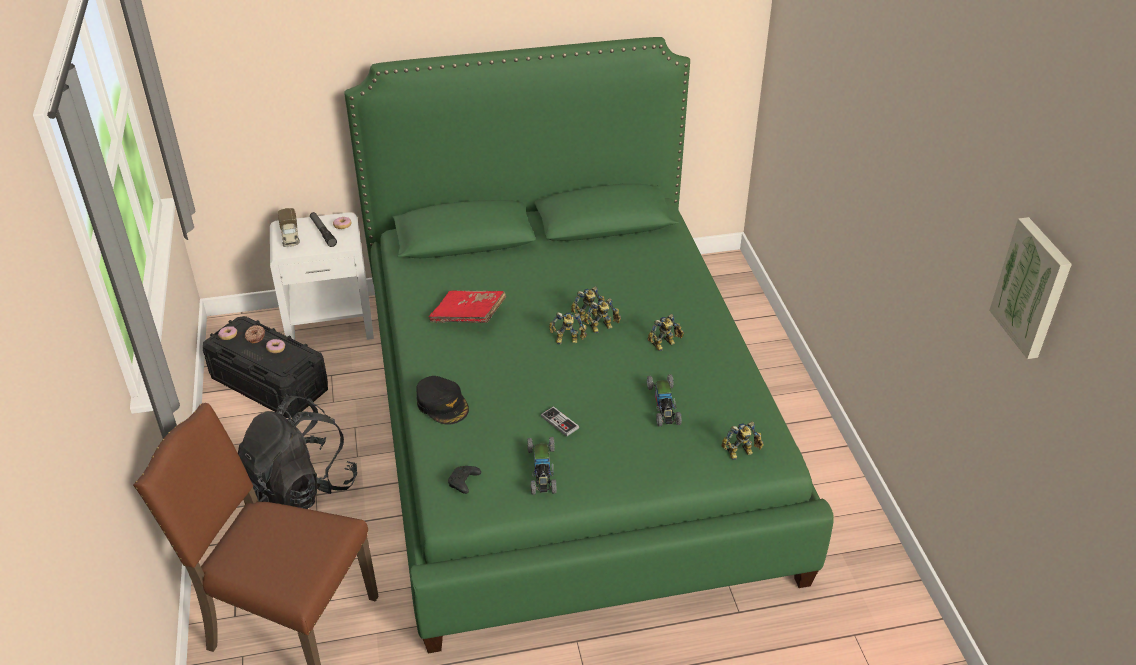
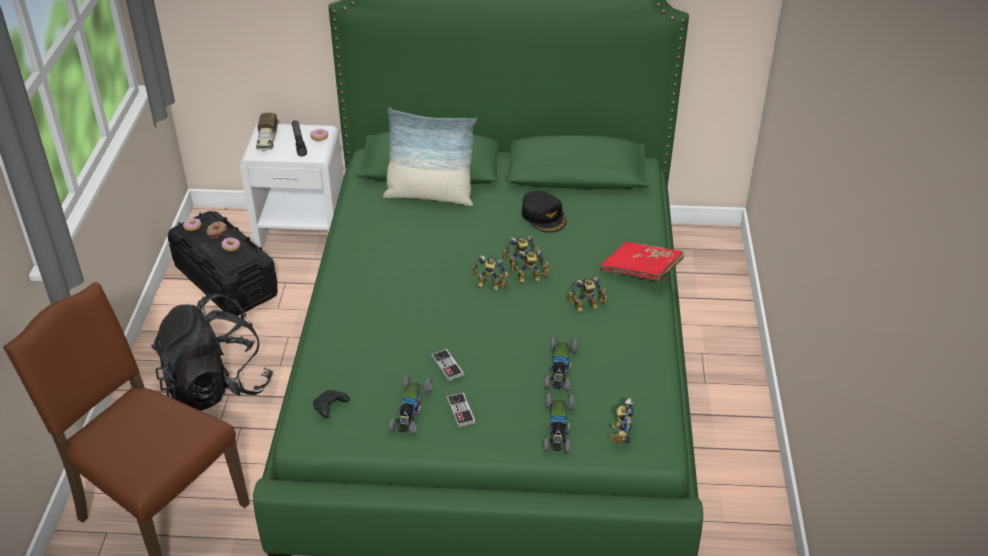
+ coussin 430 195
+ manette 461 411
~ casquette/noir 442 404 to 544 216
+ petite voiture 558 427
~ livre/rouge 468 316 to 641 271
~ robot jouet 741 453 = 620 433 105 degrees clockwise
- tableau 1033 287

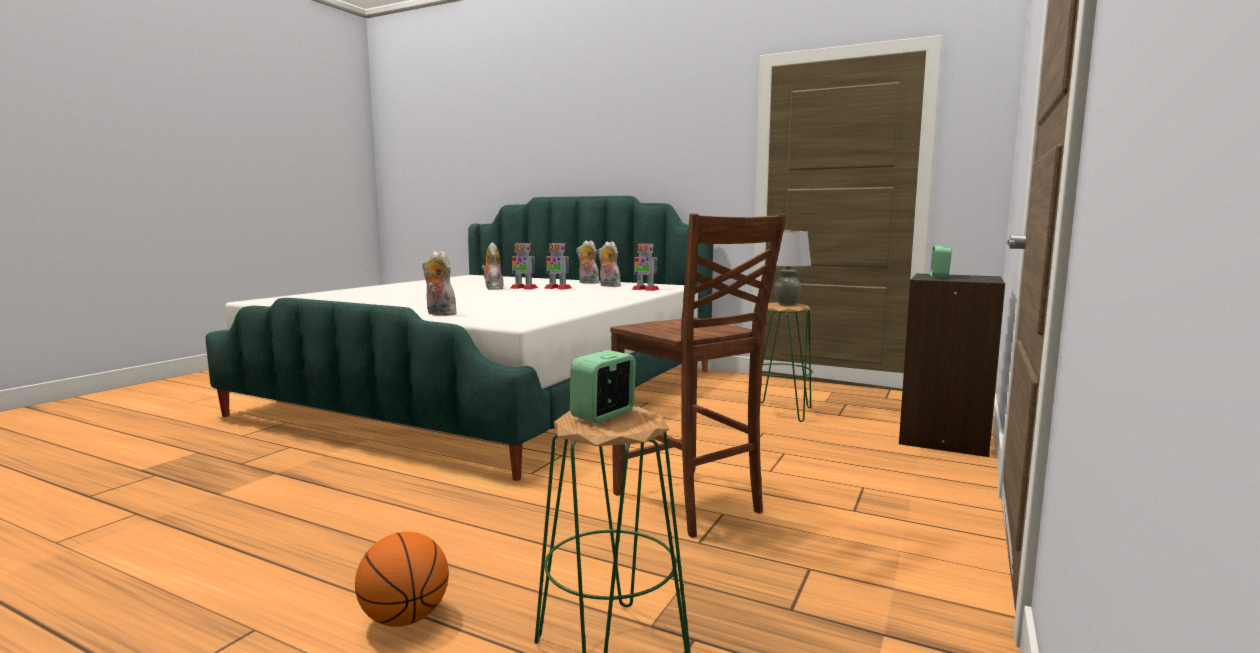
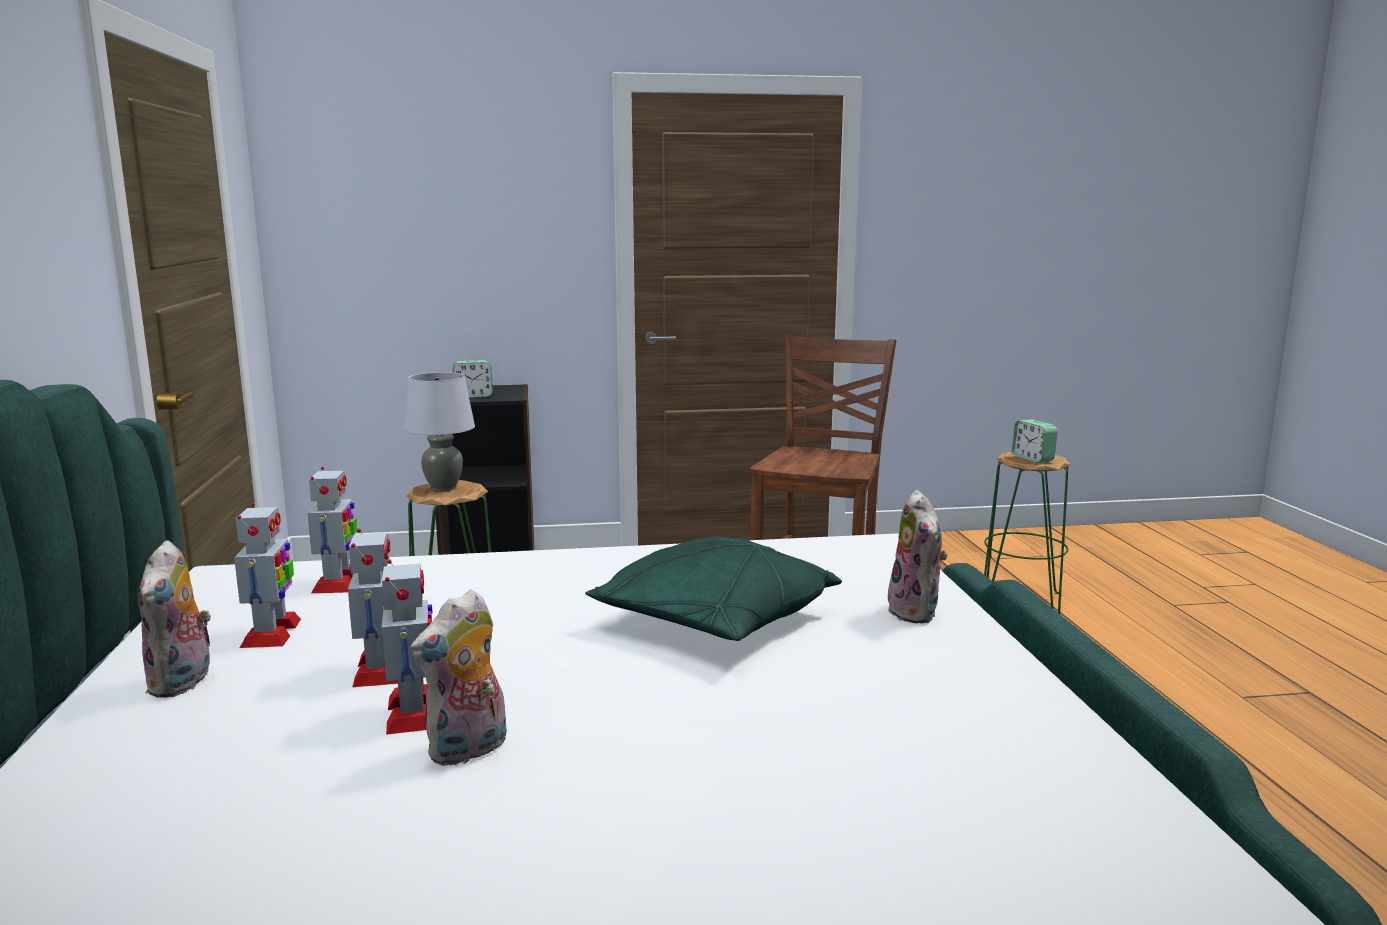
~ peluche 608 286 to robot jouet 271 633
+ coussin/vert 714 621
~ réveil 603 415 = 1032 459 60 degrees clockwise
- ballon de basket 405 618

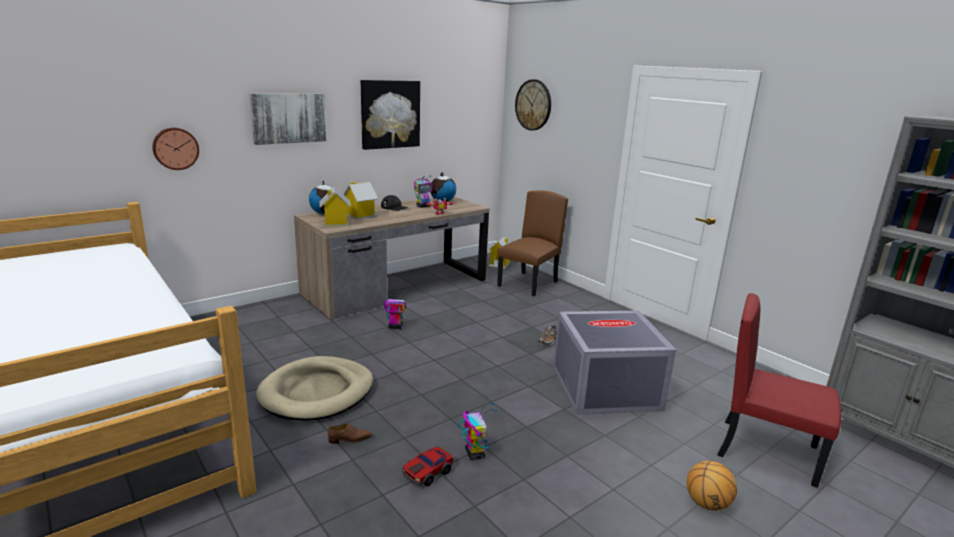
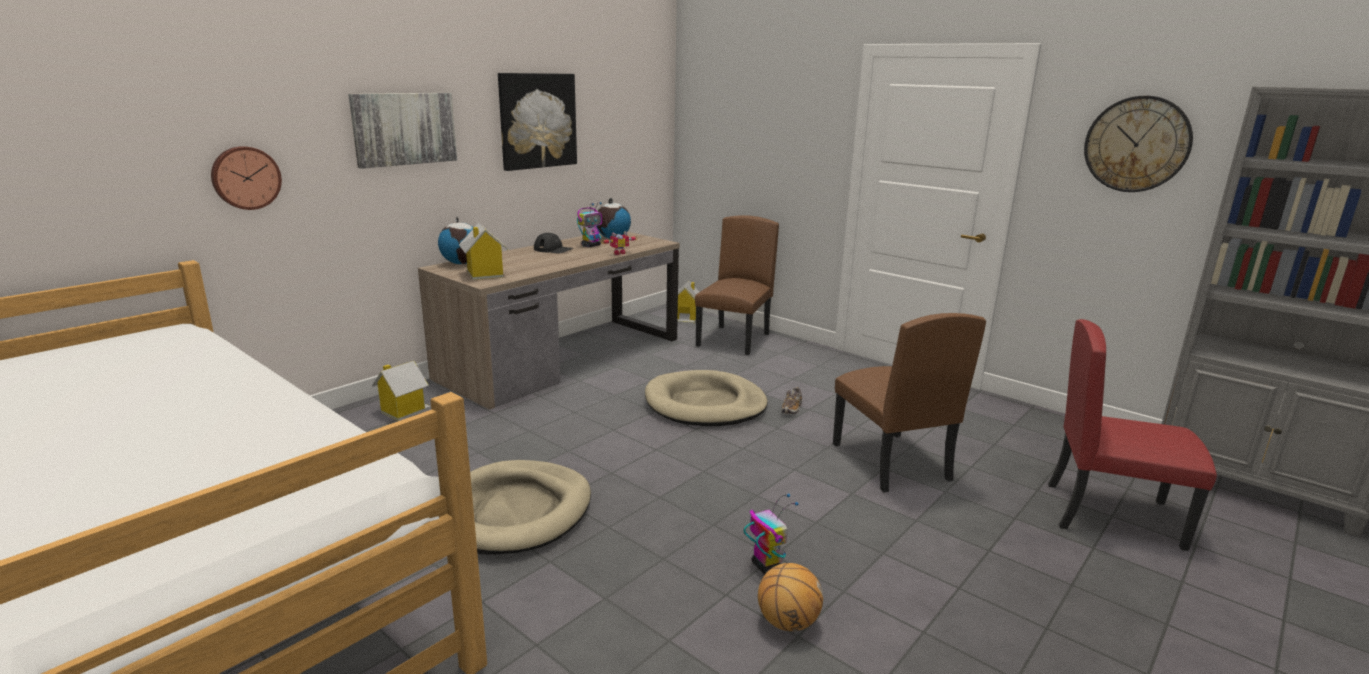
~ maison miniature 361 215 to 403 411
+ panier pour chien/beige 705 404
~ ballon de basket 706 503 to 787 622
~ boîte de rangement/gris 604 388 to chaise/marron 889 462
~ horloge murale 533 105 to 1136 144
- chaussure/marron 350 439
- robot jouet 395 327
- petite voiture 428 472

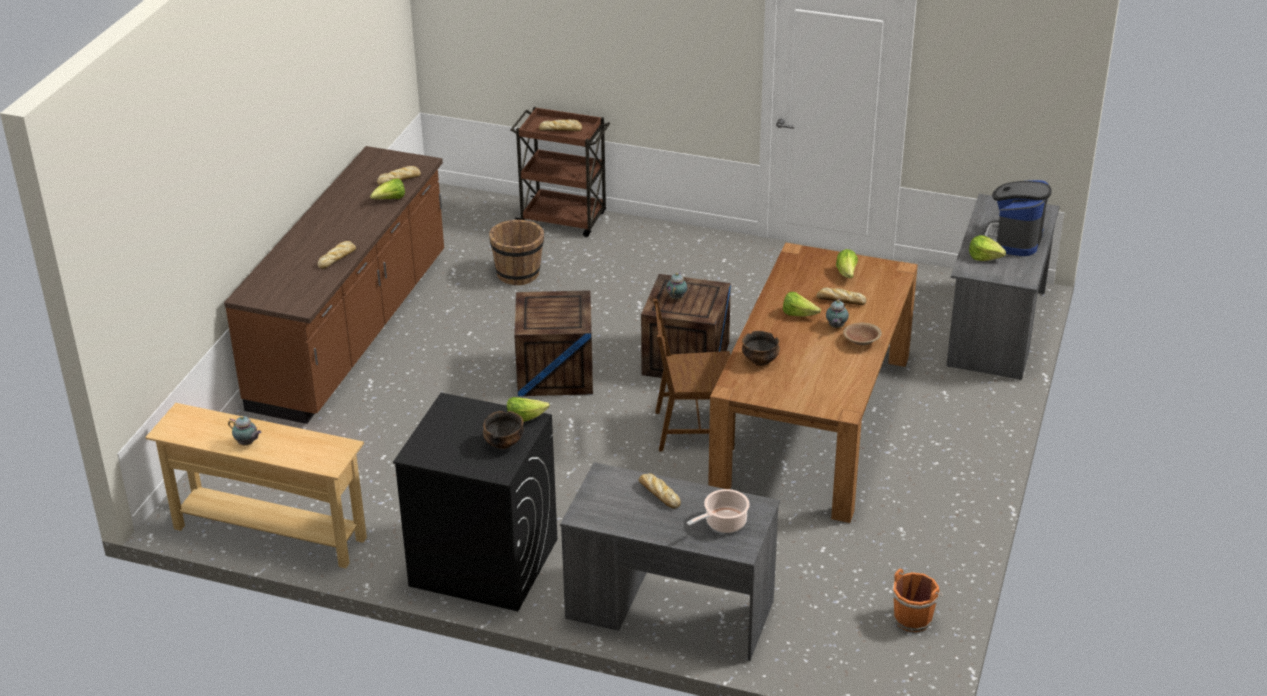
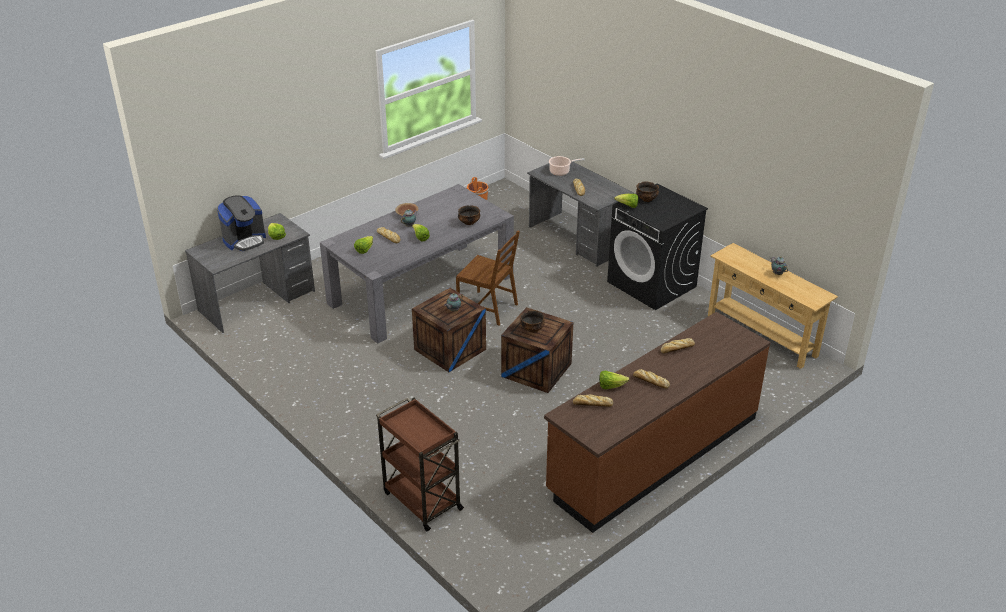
~ table à manger/marron 813 422 to table à manger/gris 421 290
+ bol 532 329
~ pain 561 129 to 650 381
- seau/marron 518 274

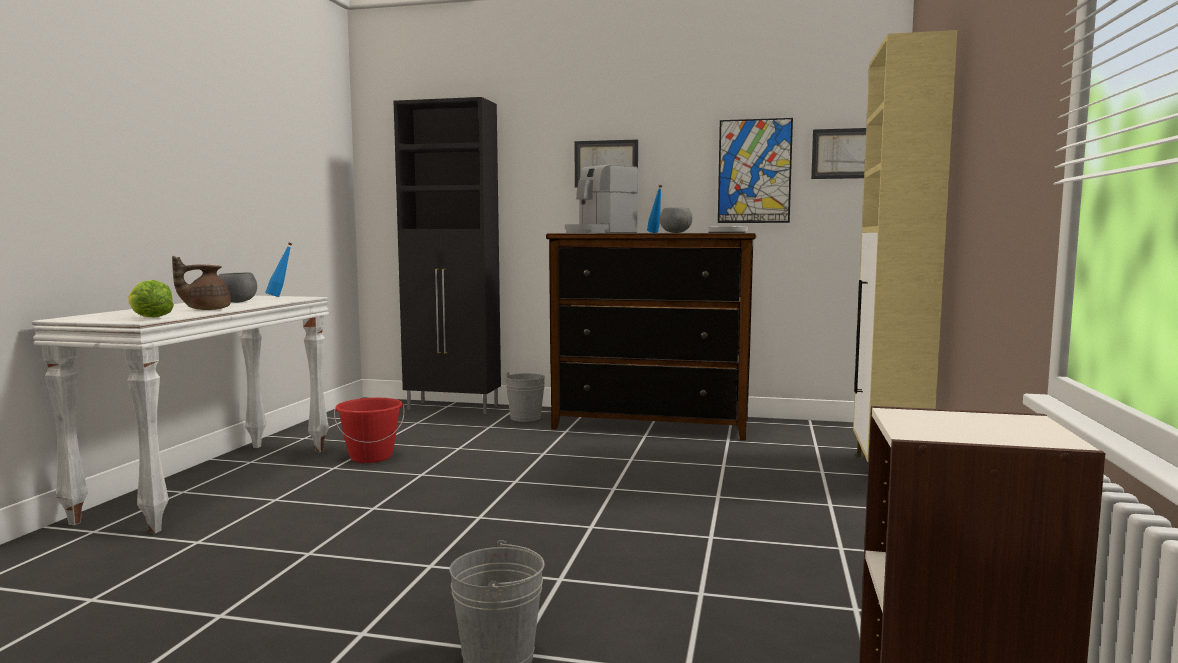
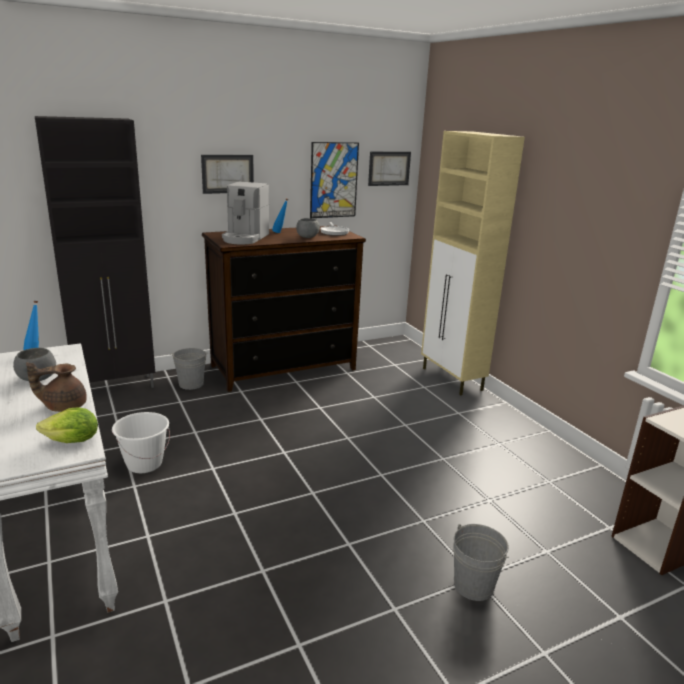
~ théière/marron 206 309 = 64 406 60 degrees clockwise
~ seau/rouge 371 457 to seau/blanc 144 464

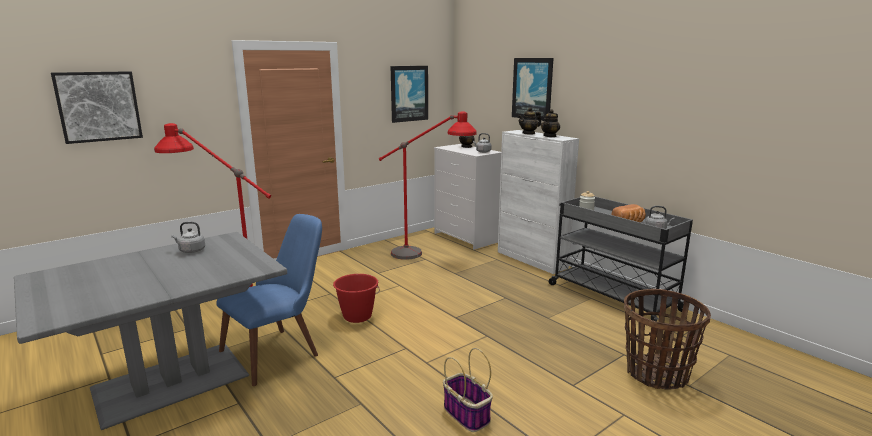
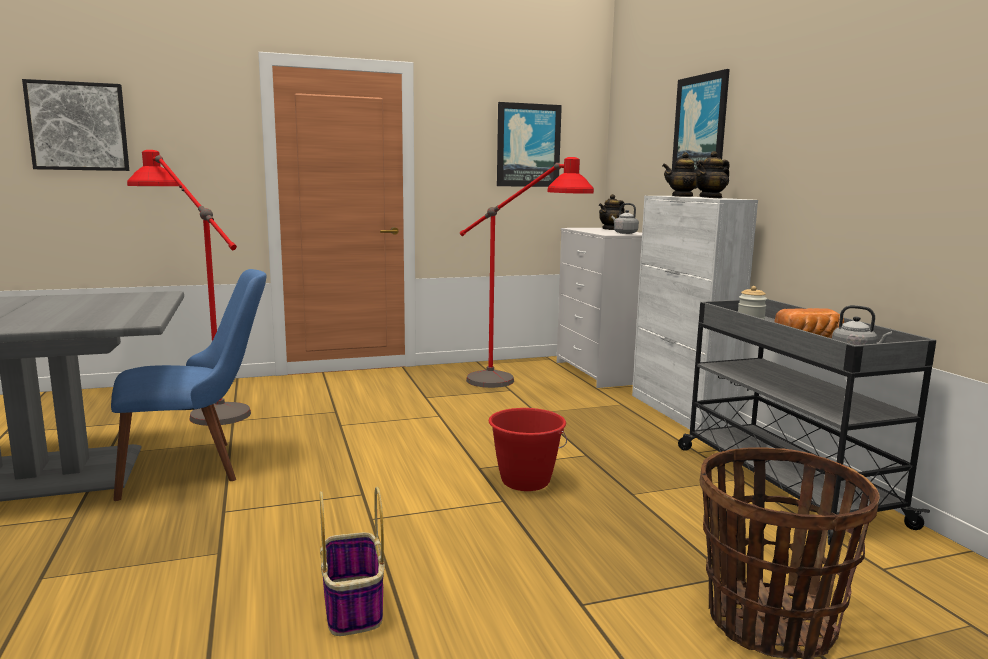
~ seau/rouge 357 316 to 525 481
- bouilloire/gris 191 250

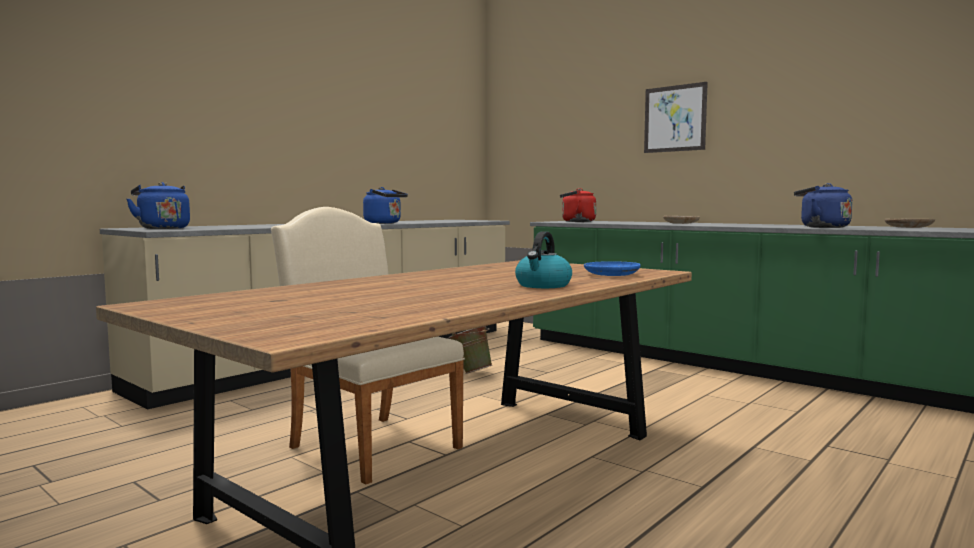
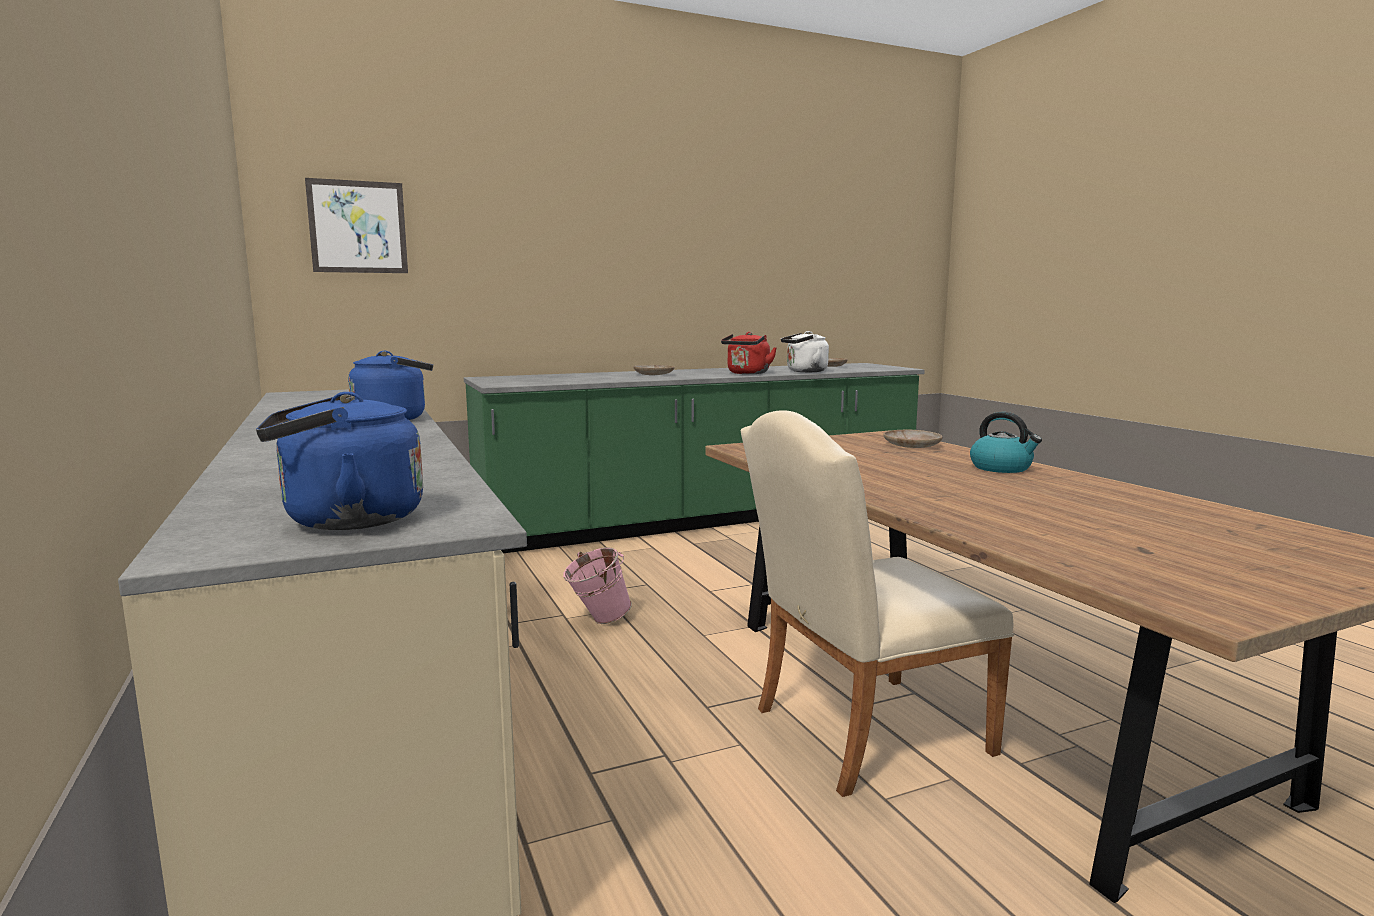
~ tableau 675 118 to 358 227
~ seau/vert 470 373 to seau/rose 597 621
~ bouilloire/rouge 576 222 to 747 373
~ bouilloire/bleu 821 227 to bouilloire/blanc 804 371
~ assiette/bleu 612 275 to assiette/beige 912 445

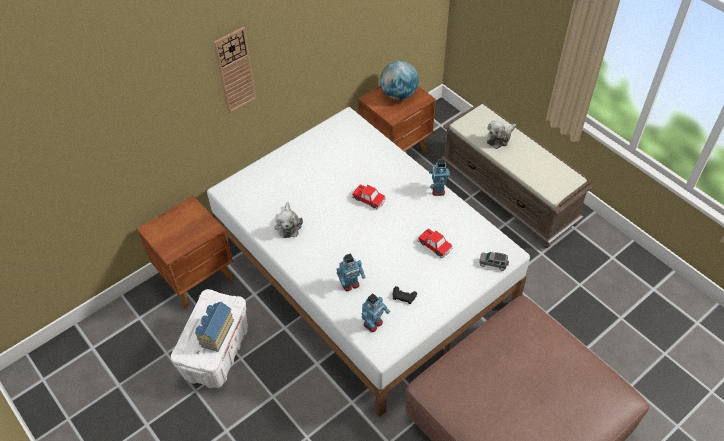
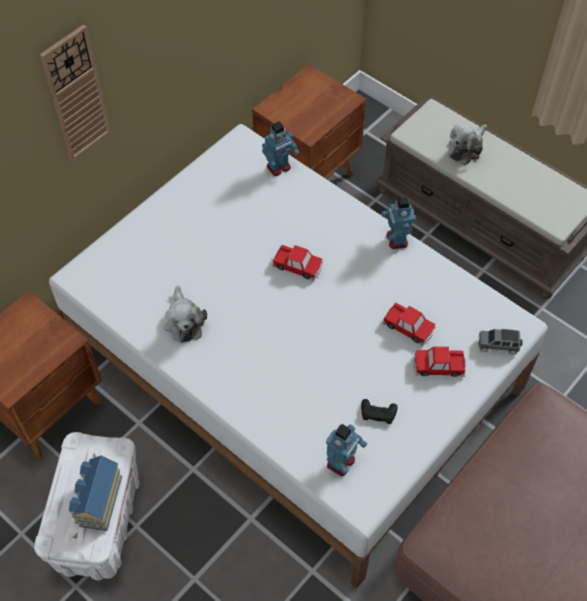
~ robot jouet 350 284 to 279 167
+ petite voiture 438 366
- globe 398 94

